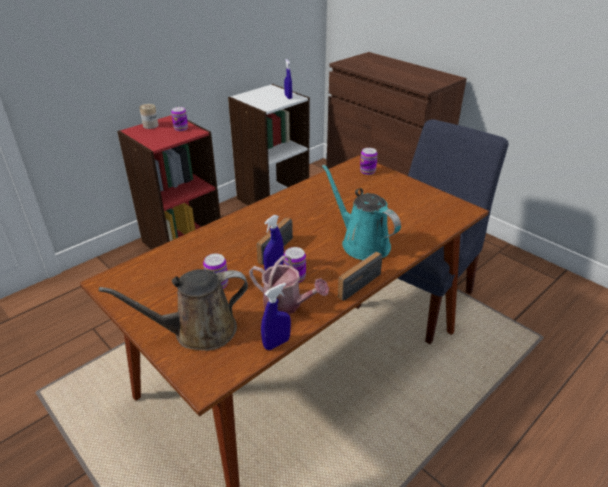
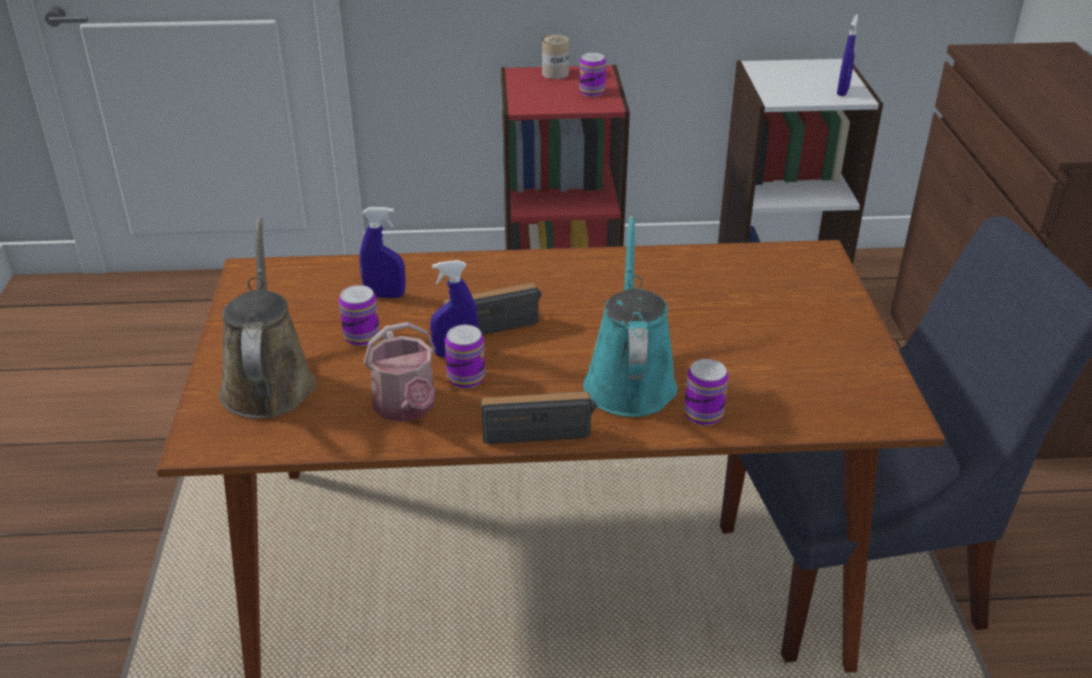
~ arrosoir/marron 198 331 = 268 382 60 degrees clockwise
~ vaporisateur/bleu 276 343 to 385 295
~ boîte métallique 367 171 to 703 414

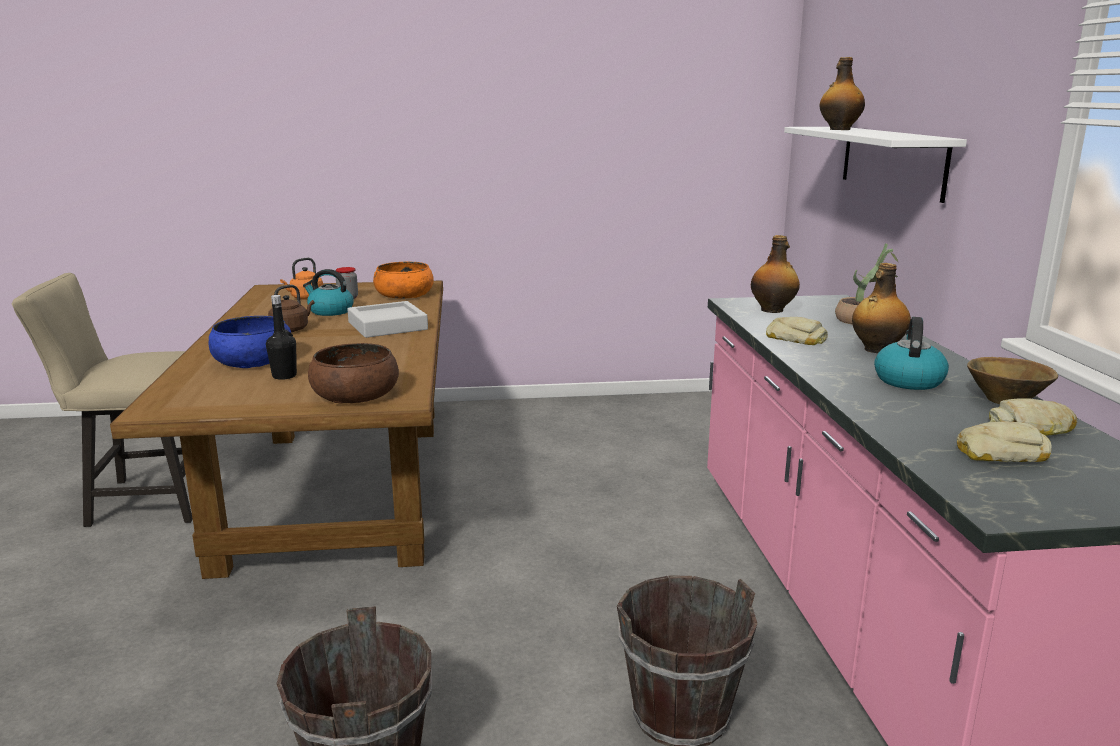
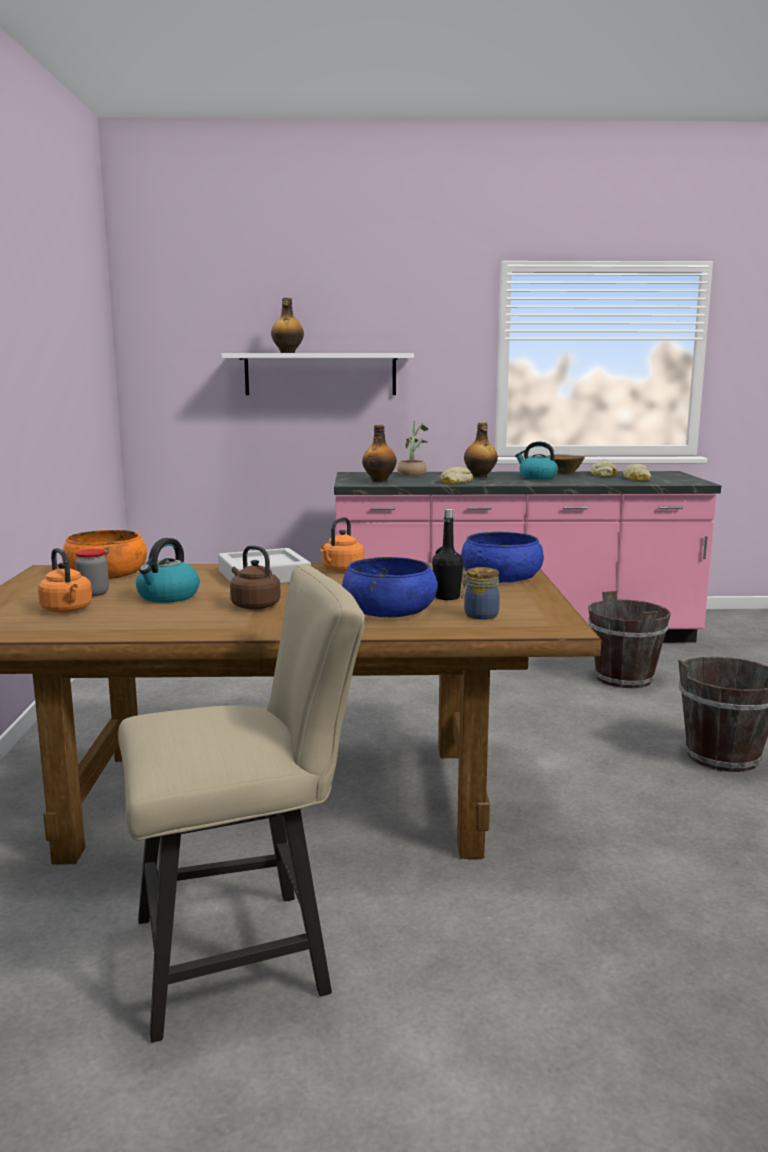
~ chaise/beige 143 500 = 247 954 105 degrees counterclockwise
+ bouilloire/orange 341 570
~ bol/marron 355 394 to bol/bleu 501 577
+ bocal 479 615

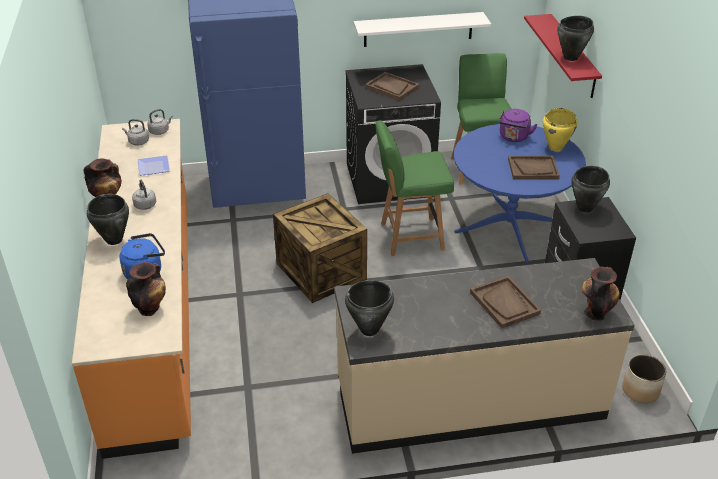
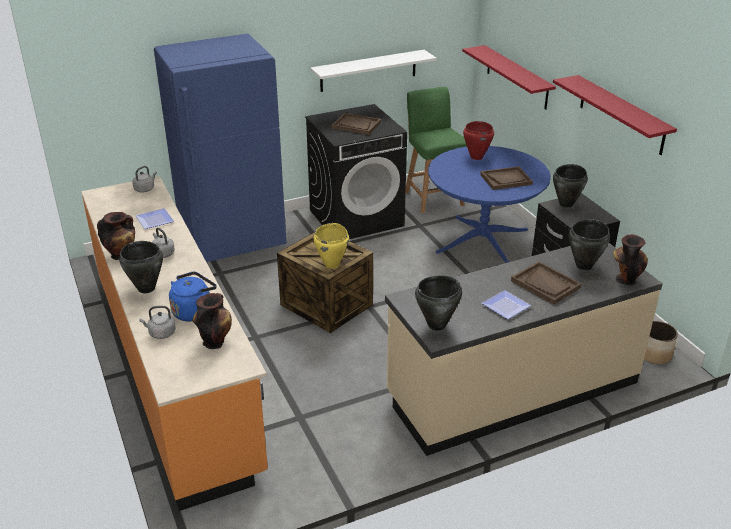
~ bouilloire/gris 137 142 to 161 333
~ marmite/jaune 556 147 to 332 264
~ bouilloire/violet 513 137 to marmite/rouge 476 157
+ assiette 504 306
+ étagère/rouge 621 115
~ marmite/noir 571 57 to 584 265
- chaise/vert 410 236

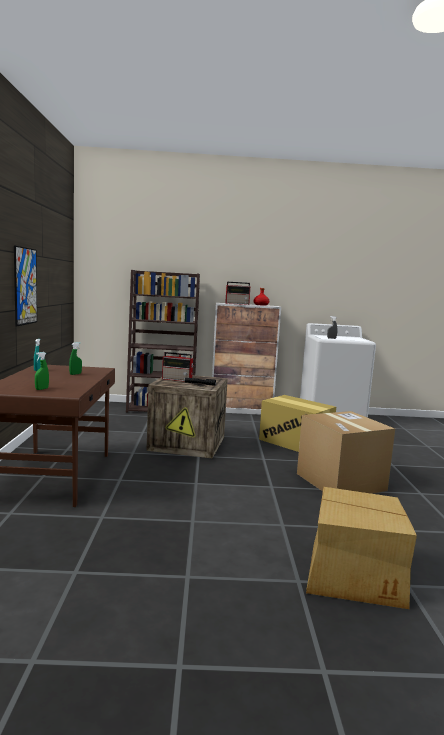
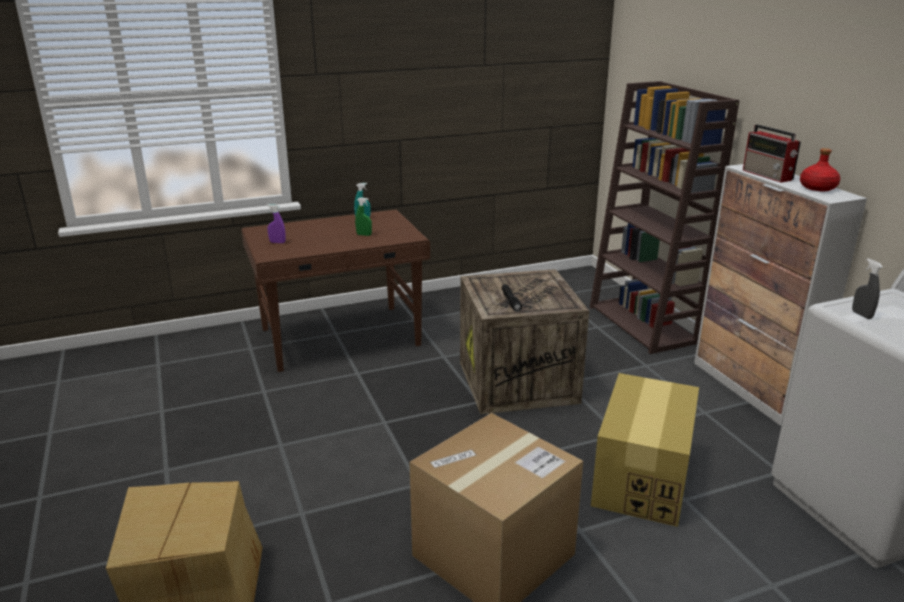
~ vaporisateur/vert 42 389 to vaporisateur/violet 277 242
- tableau 25 286
- radio 178 379

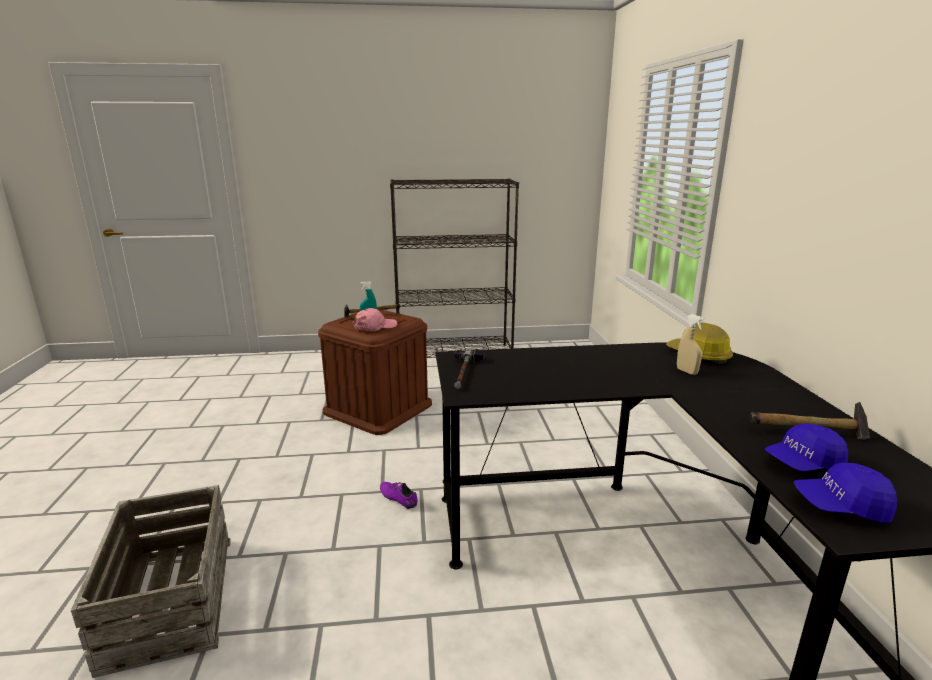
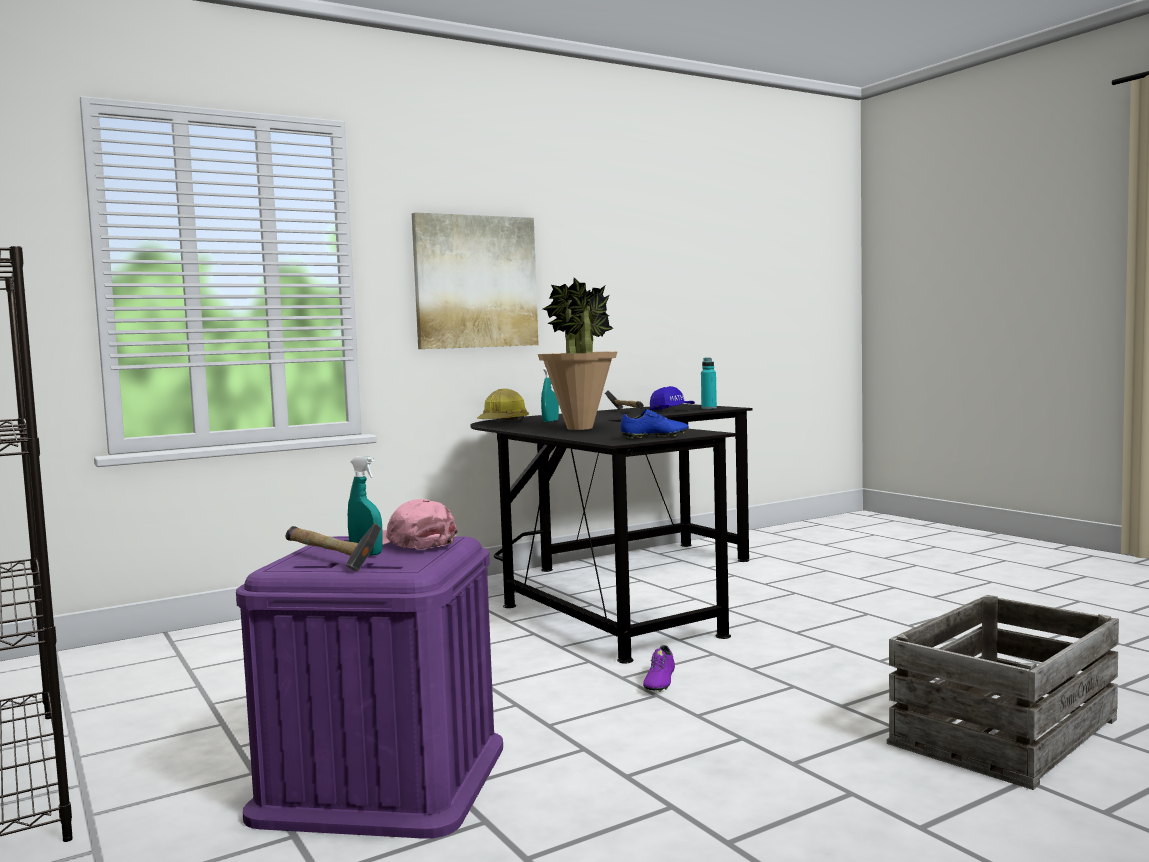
~ boîte de rangement/marron 378 408 to boîte de rangement/violet 382 780
+ tableau 475 282
+ plante en pot 580 428
~ vaporisateur/beige 687 371 to vaporisateur/turquoise 550 421
~ marteau 465 372 to chaussure/bleu 654 436
~ casquette/bleu 841 507 to bouteille/turquoise 709 408

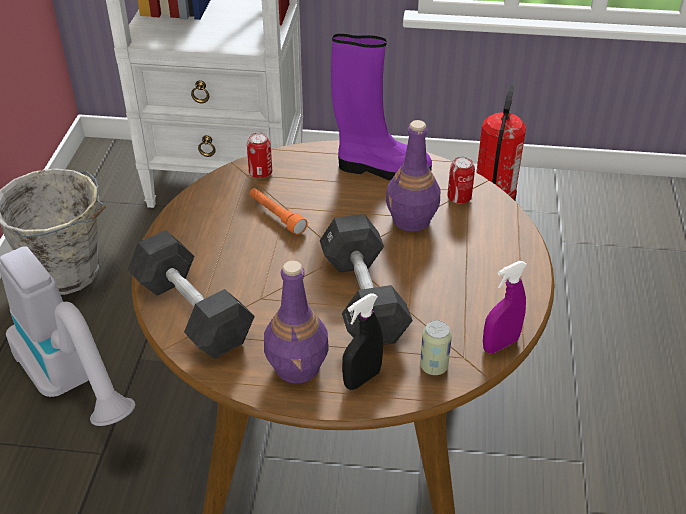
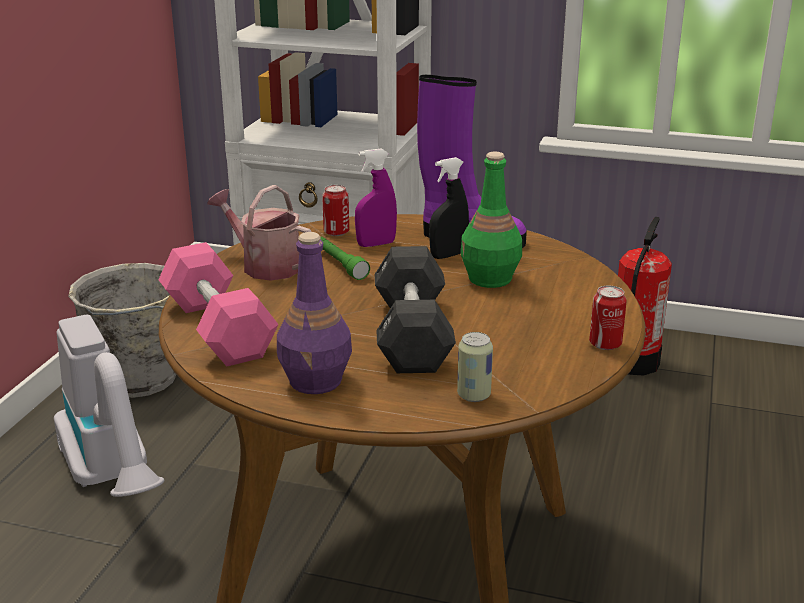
~ haltère/noir 192 312 to haltère/rose 218 329
+ arrosoir 265 265
~ lampe de poche/orange 276 216 to lampe de poche/vert 340 265
~ vaporisateur/violet 500 344 to 376 244
~ vaporisateur/noir 362 379 to 448 255
~ bouteille/violet 412 220 to bouteille/vert 490 279
~ boîte métallique 459 198 to 605 344

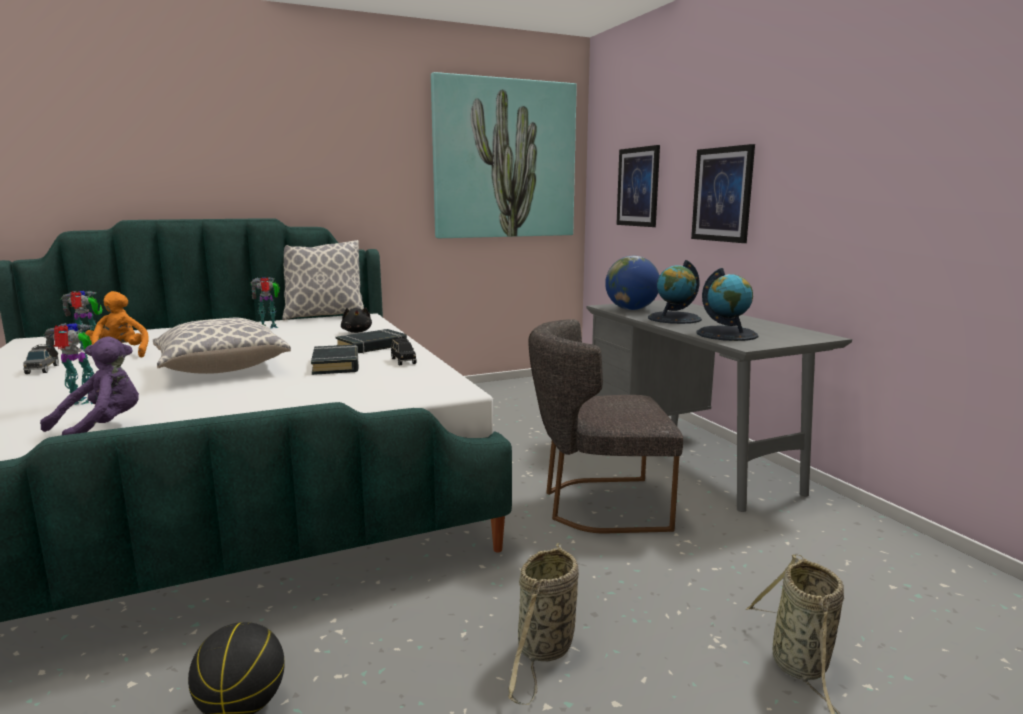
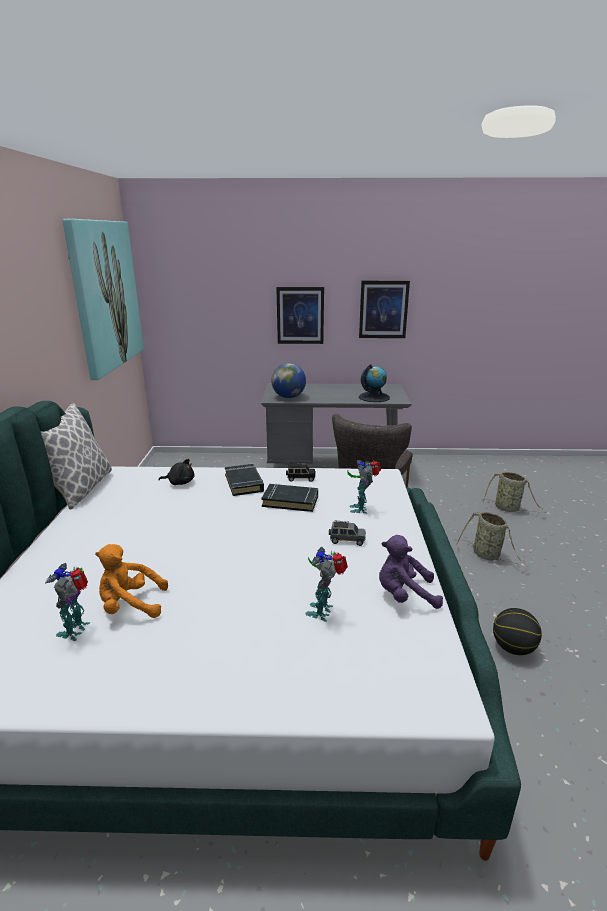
~ petite voiture/gris 42 369 to 346 540
~ robot jouet 269 327 to 361 508
~ tableau 638 187 to 383 309
~ peluche/violet 102 428 = 404 595 60 degrees counterclockwise
- coussin 222 369
- globe 674 318

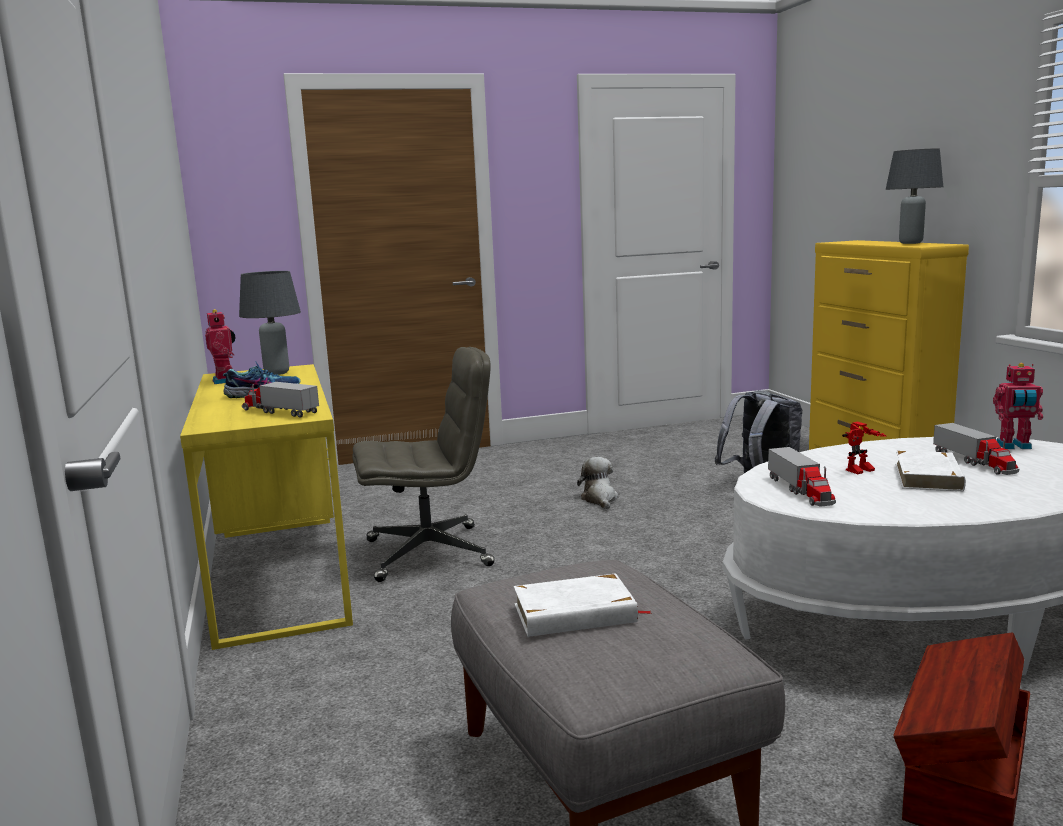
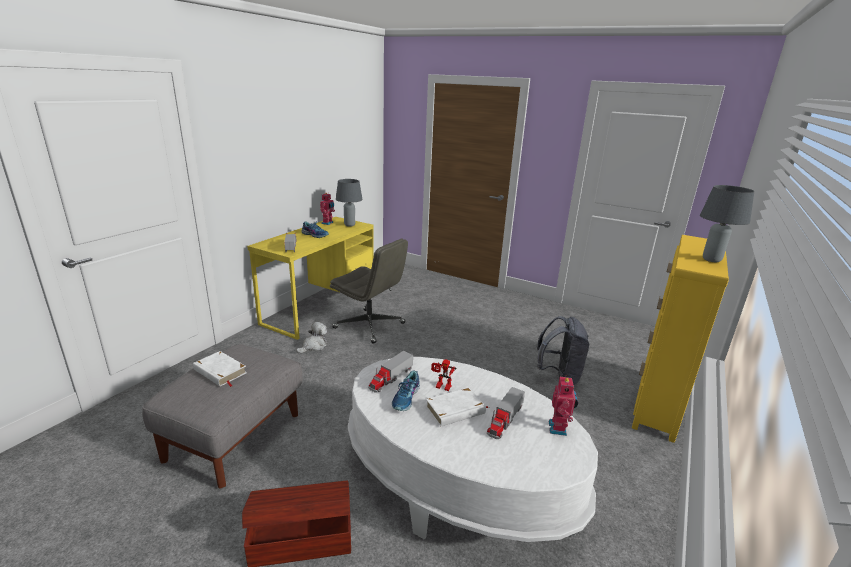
~ peluche 600 499 to 314 346
+ chaussure 406 398
~ robot jouet 1014 446 = 559 428 135 degrees counterclockwise

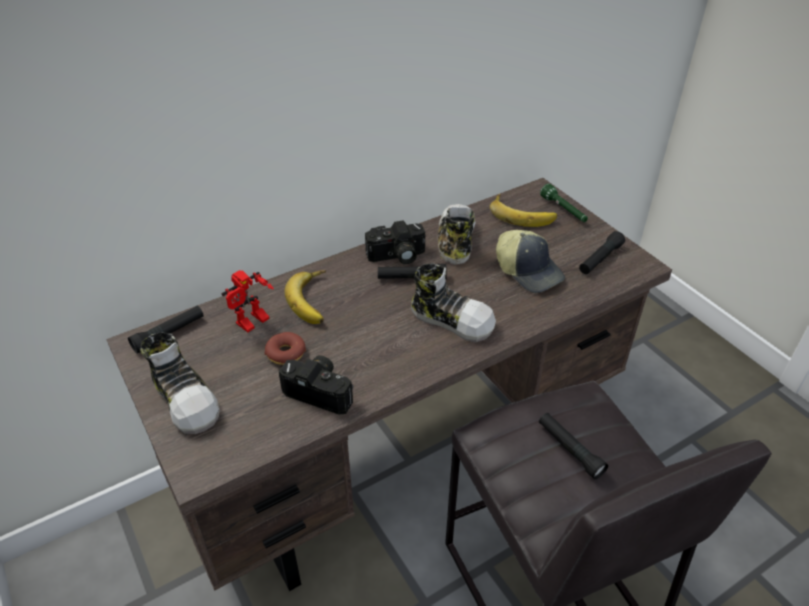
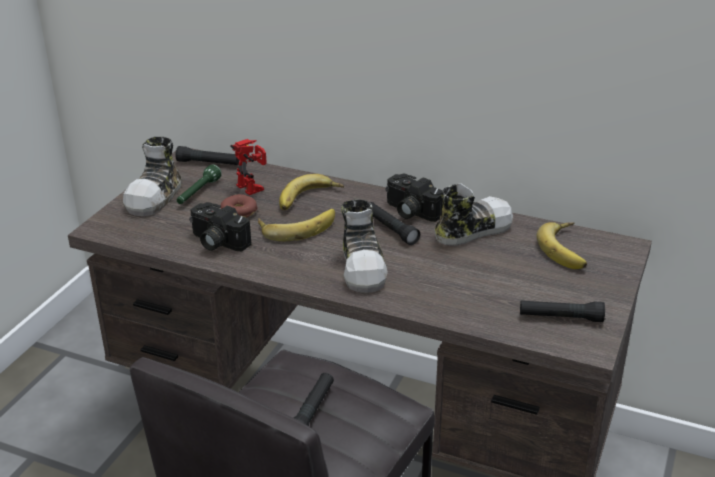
~ lampe de poche/vert 564 210 to 198 193
~ appareil photo 321 391 = 216 242 135 degrees clockwise
~ robot jouet 253 324 = 254 187 135 degrees counterclockwise
+ banane 297 226
- casquette 529 271

